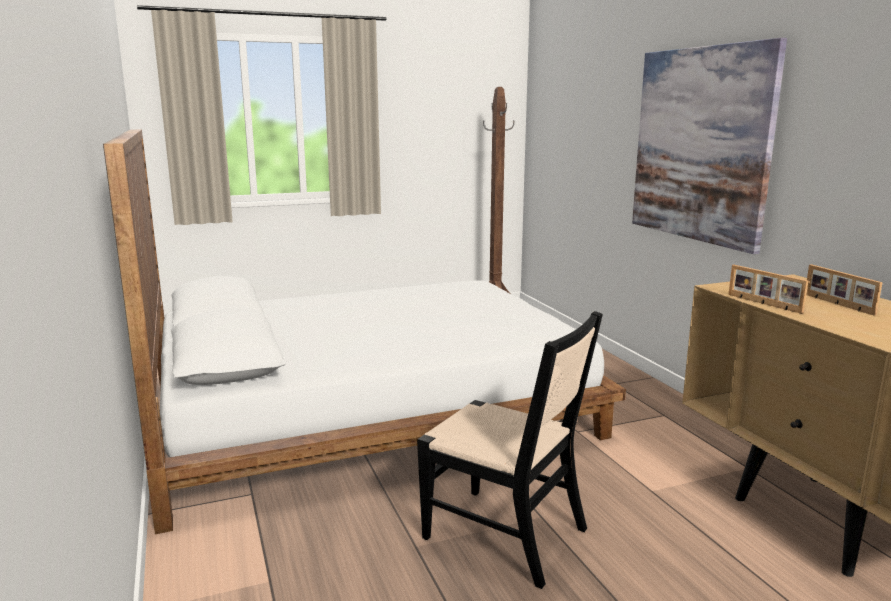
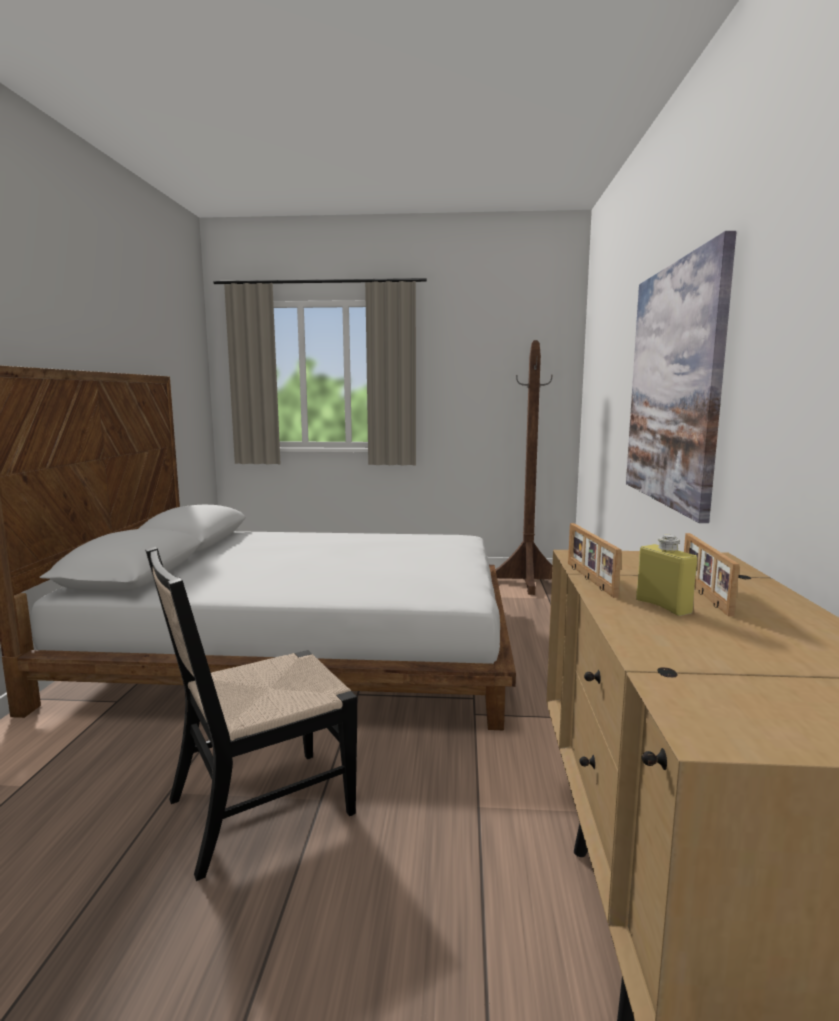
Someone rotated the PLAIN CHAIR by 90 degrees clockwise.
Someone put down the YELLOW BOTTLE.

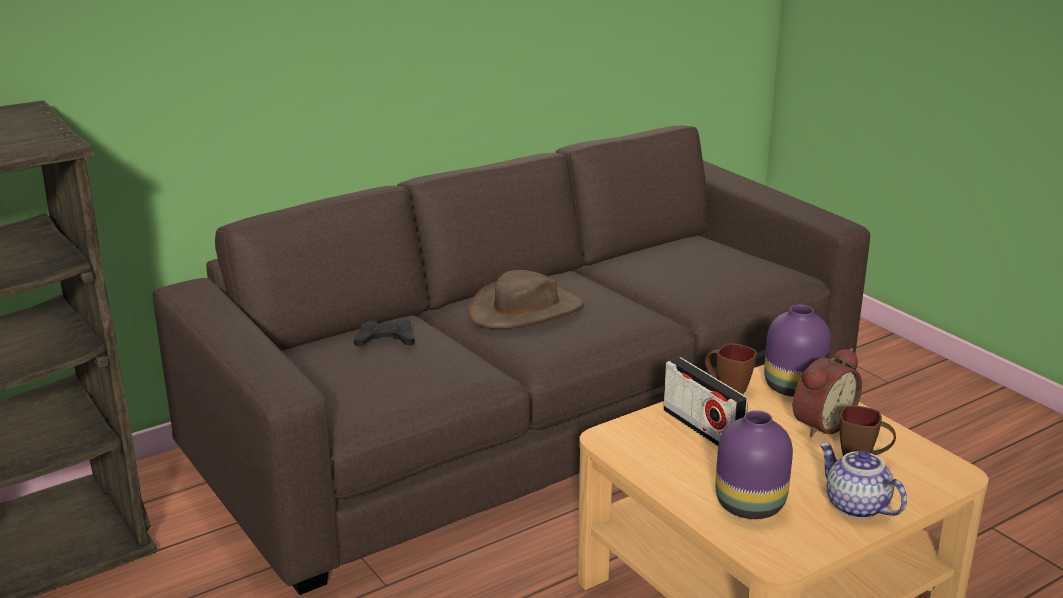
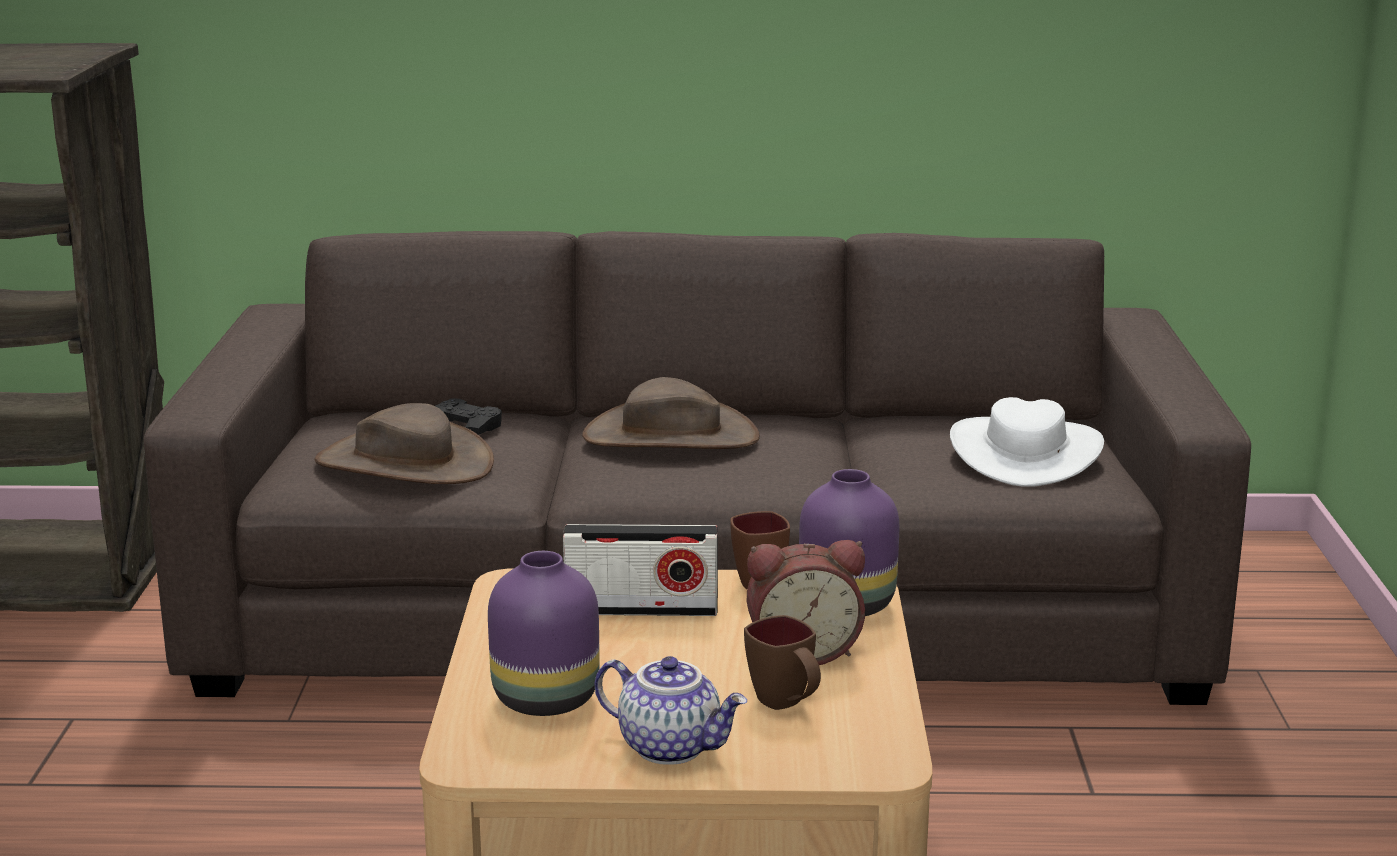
Someone rotated the RADIO RECEIVER by 90 degrees counterclockwise.
Someone rotated the TEA POT by 120 degrees clockwise.
Someone put down the BROWN-COLOURED WEARABLE HAT (no. 1 from left).
Someone put down the WHITISH WEARABLE HAT.

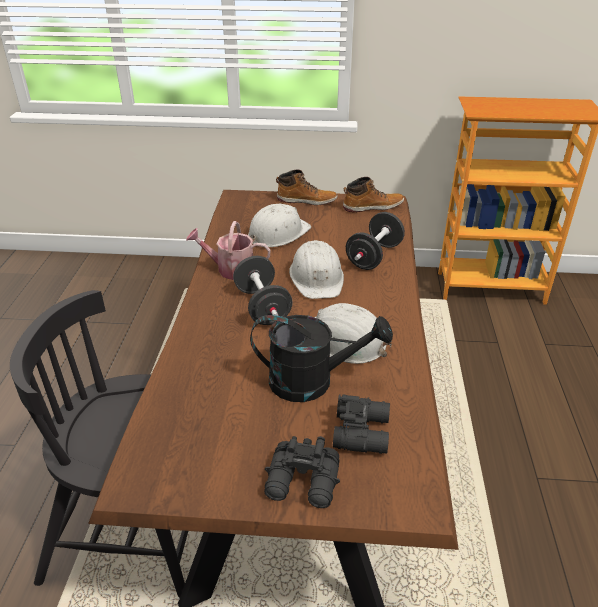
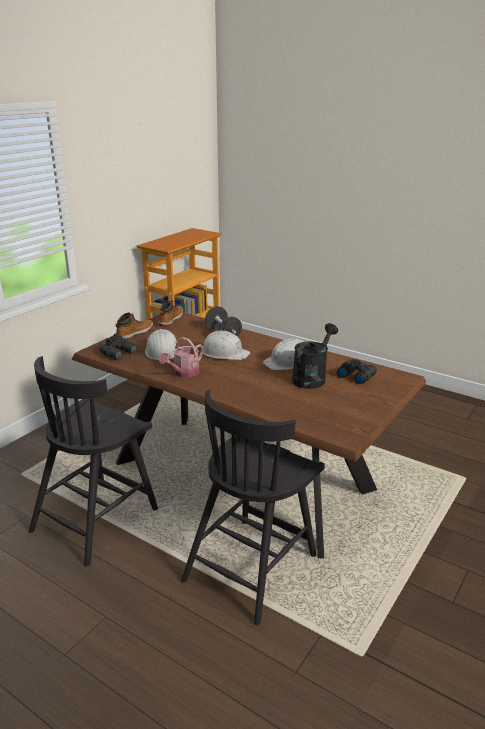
Someone took away the BLACK-COLOURED DUMBBELL (no. 1 from left).
Someone carried the BLACK-COLOURED BINOCULARS (no. 1 from left).
Someone put down the BLACK-COLOURED PLAIN CHAIR (no. 1 from left).

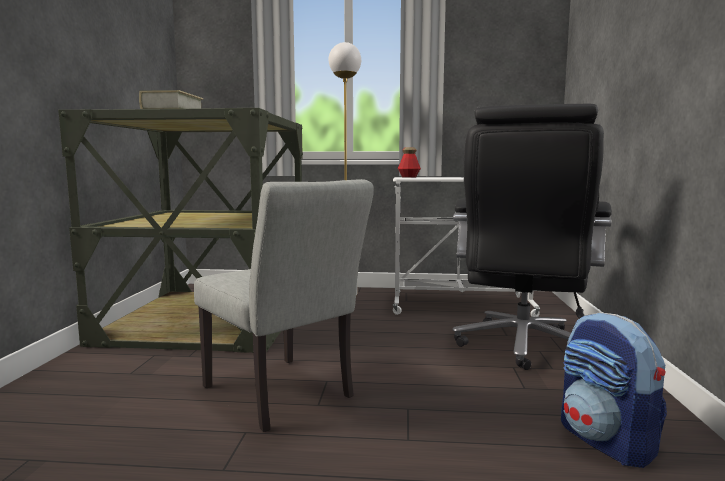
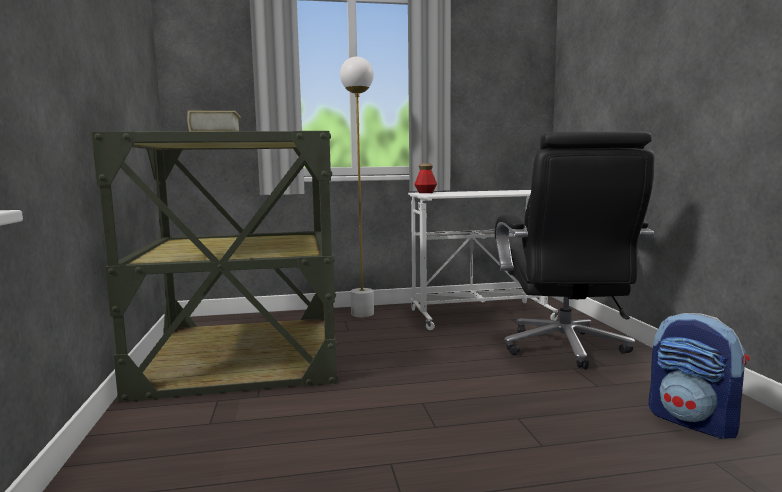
Someone took away the GRAY PLAIN CHAIR.

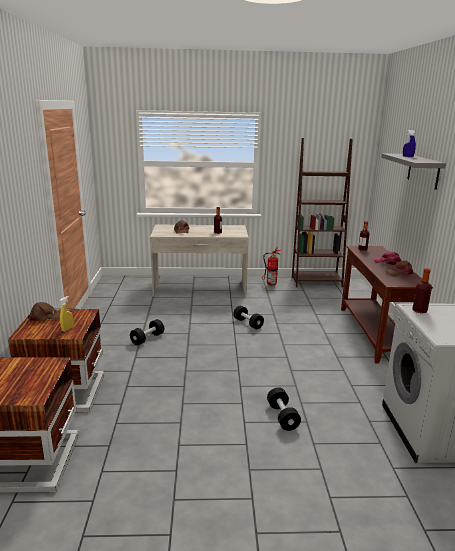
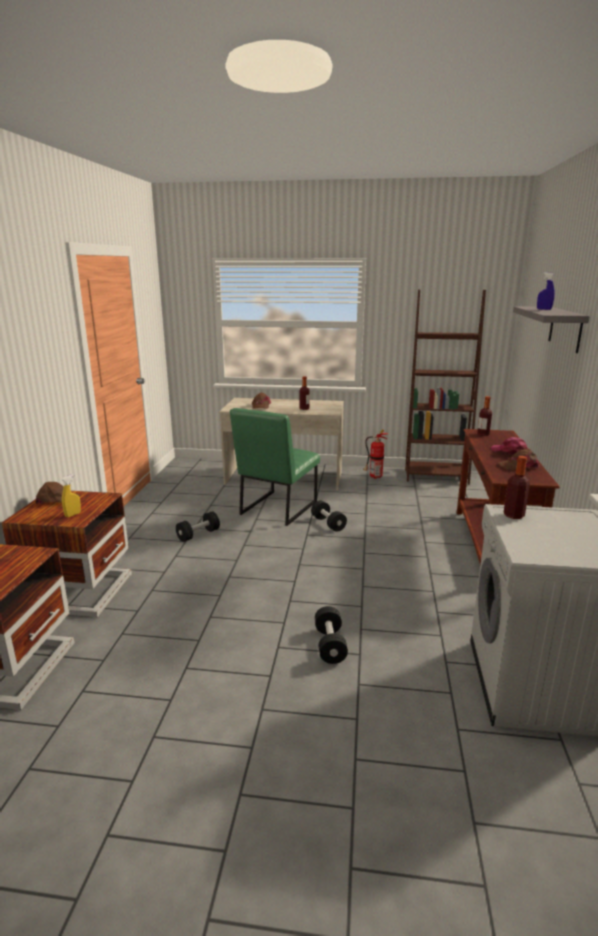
Someone put down the GREENISH PLAIN CHAIR.

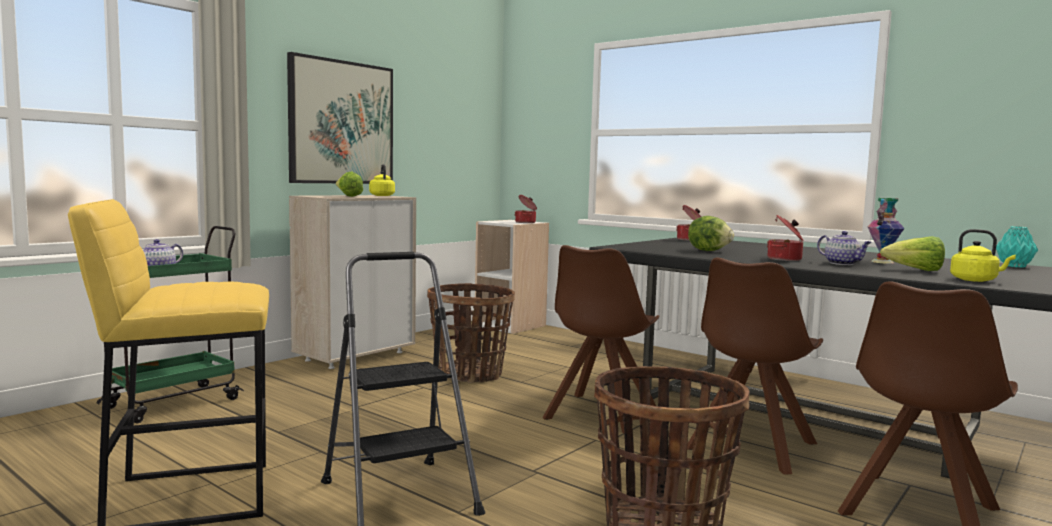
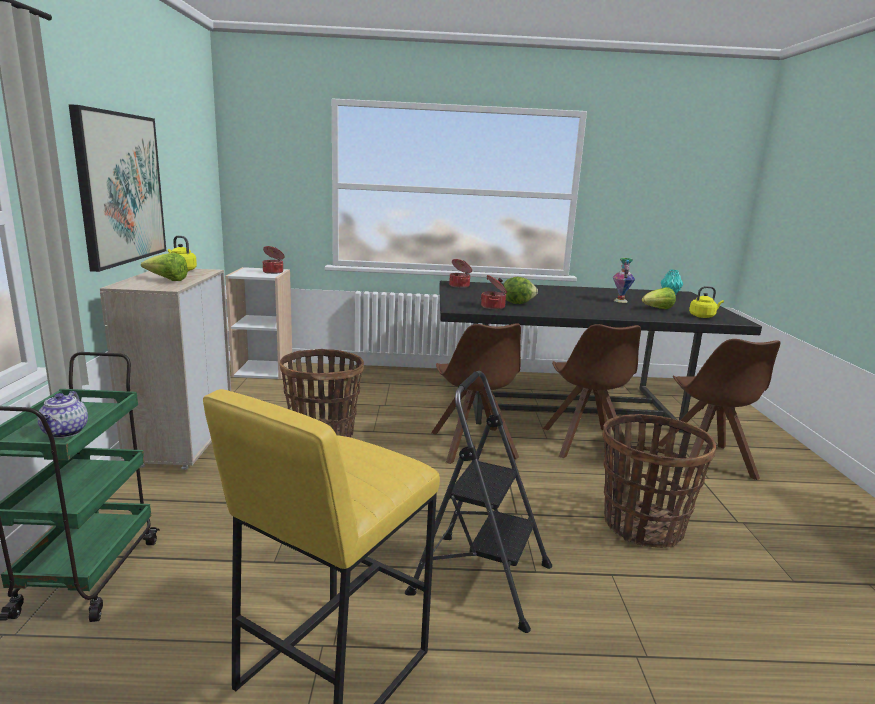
Someone carried the STOCKPOT (no. 3 from left).
Someone took away the TEA POT (no. 2 from left).

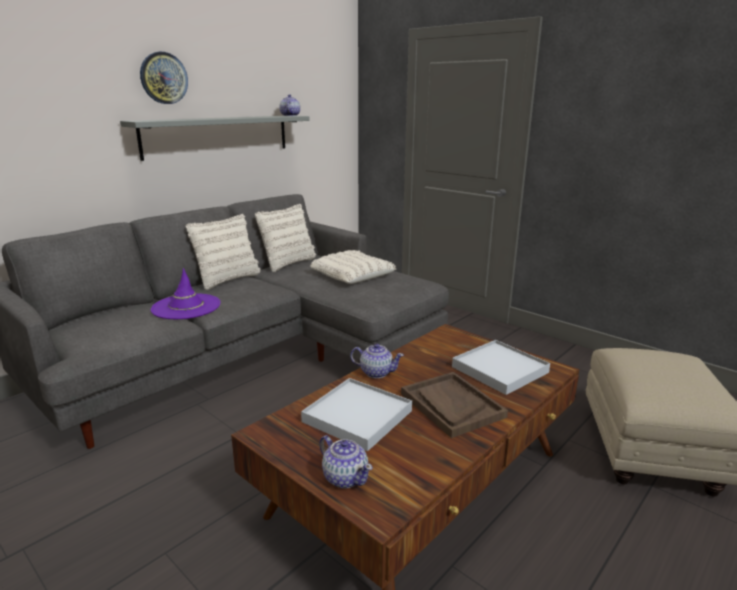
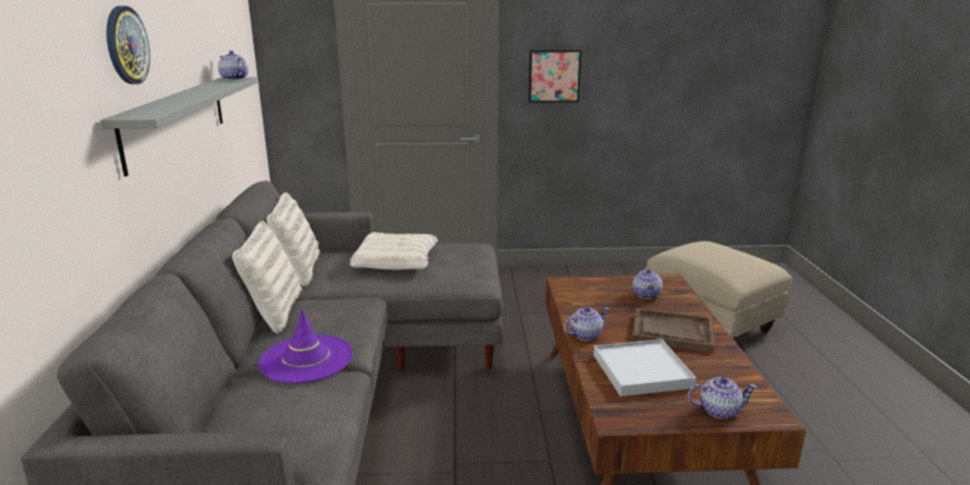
Someone swapped the WHITISH TRAY (no. 2 from left) for the TEA POT (no. 3 from left).
Someone put up the WALL PICTURE.

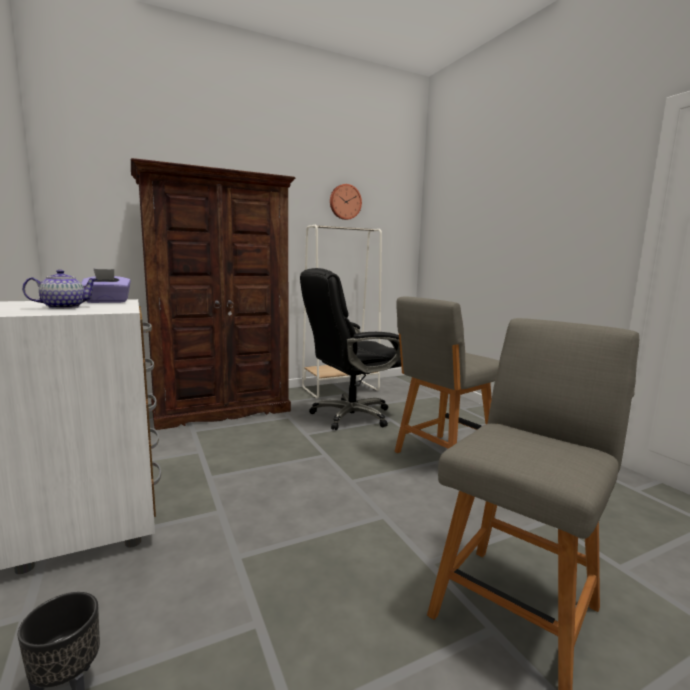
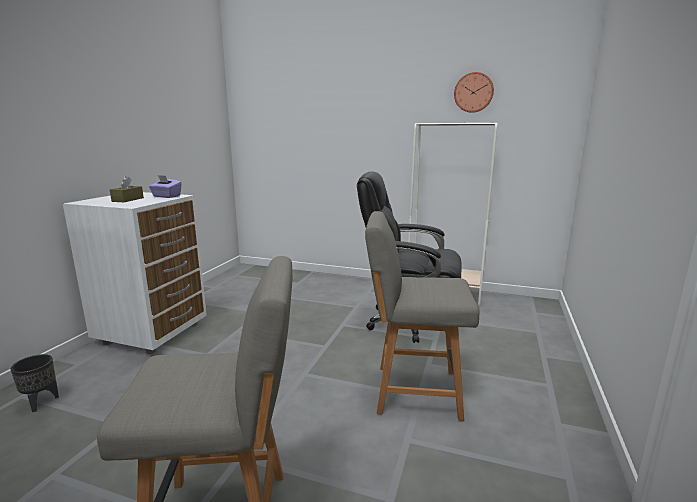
Someone swapped the TEA POT for the BROWN-COLOURED BOX OF TISSUES.
Someone took away the BROWN-COLOURED ARMOIRE.

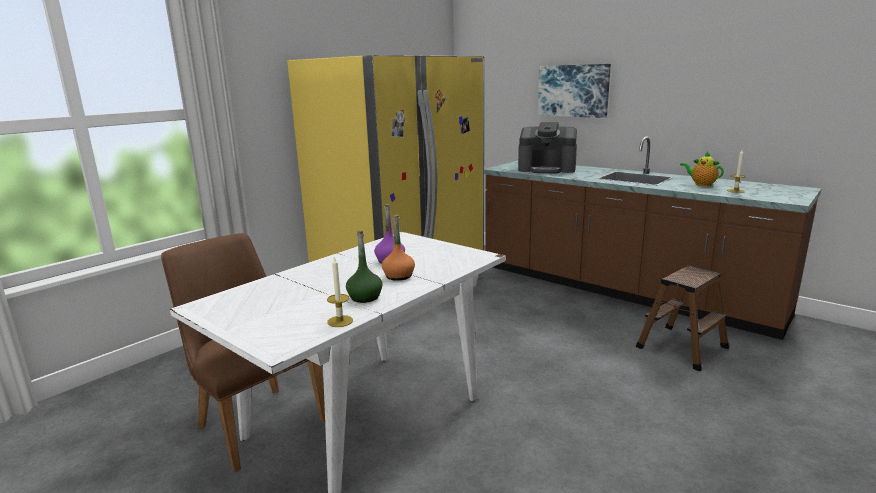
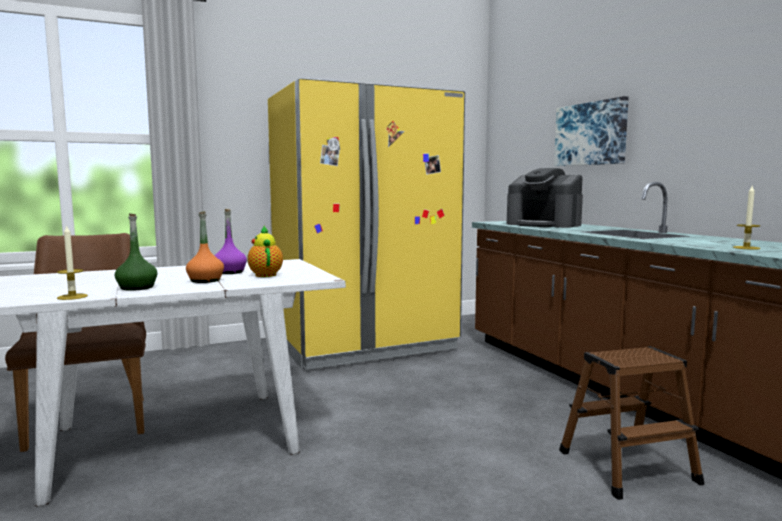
Someone carried the TEA POT.

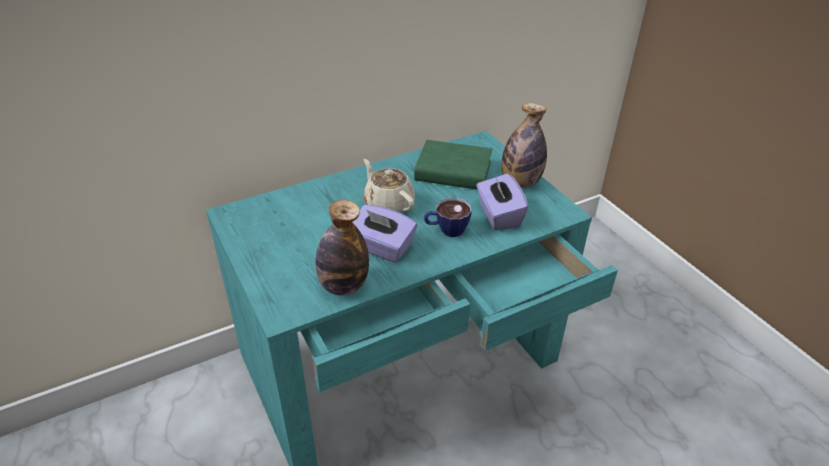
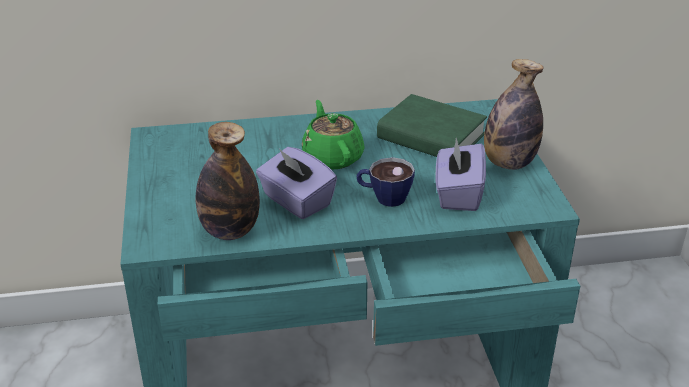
Someone repainted the BEIGE-COLOURED TEA POT, which became the GREENISH TEA POT.

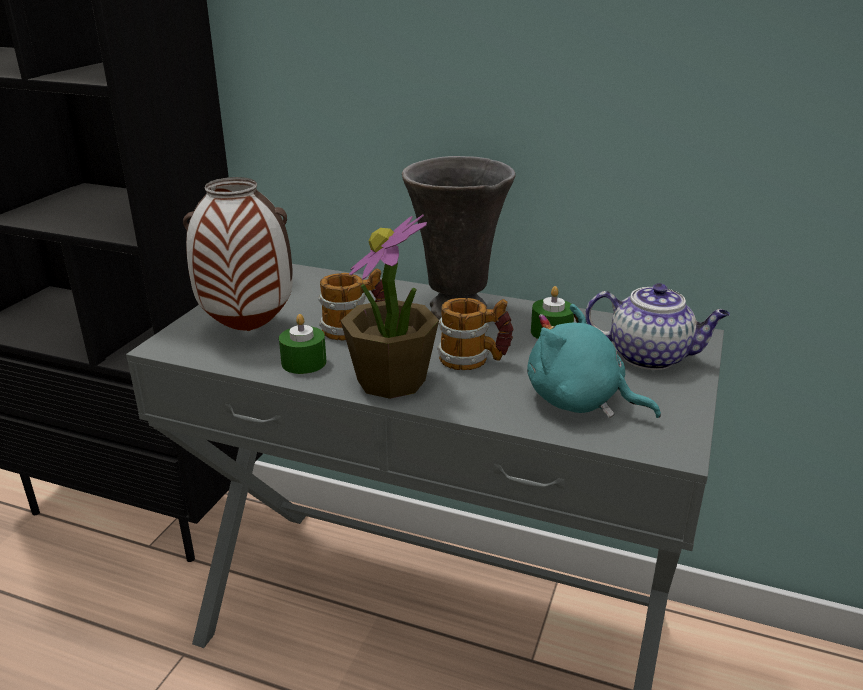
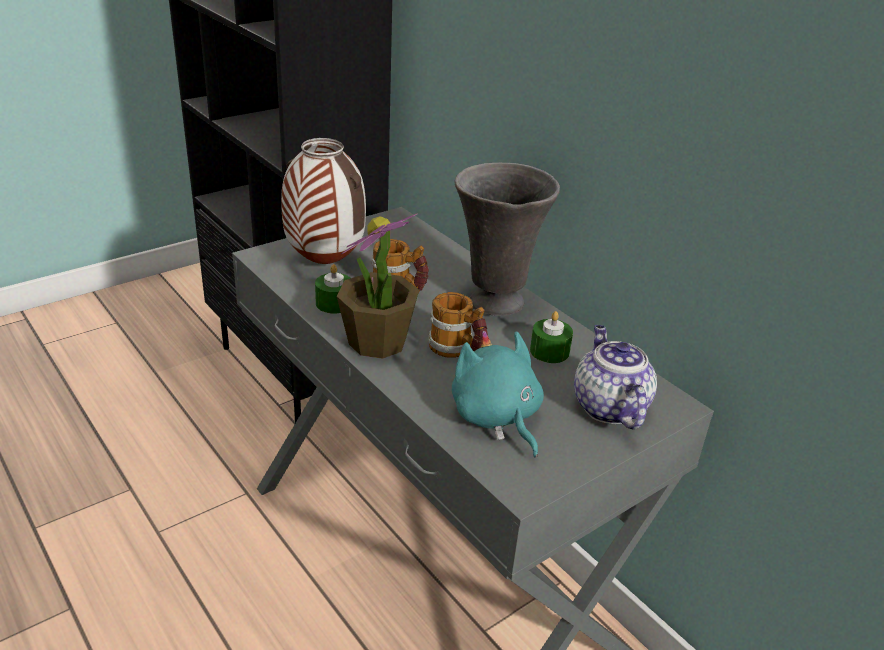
Someone rotated the TEA POT by 150 degrees counterclockwise.

